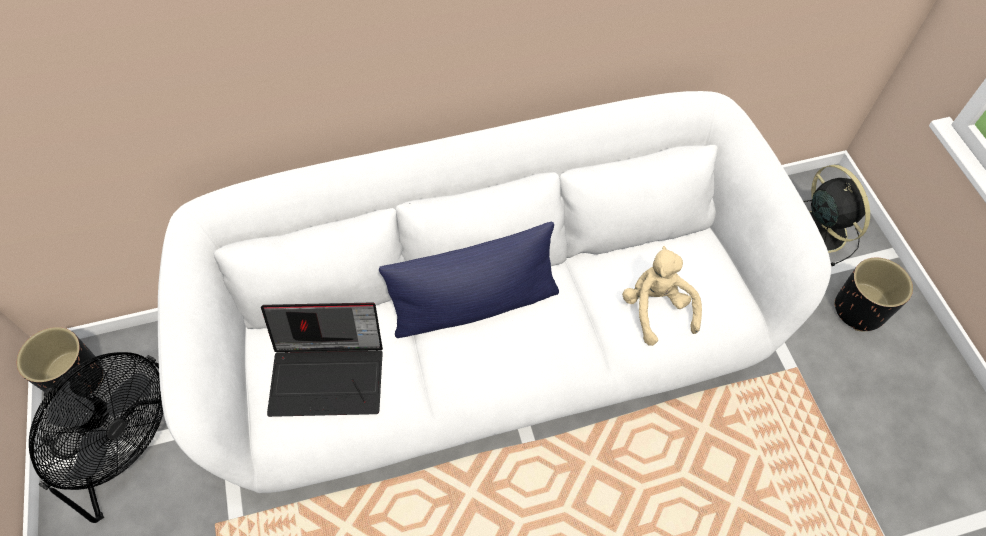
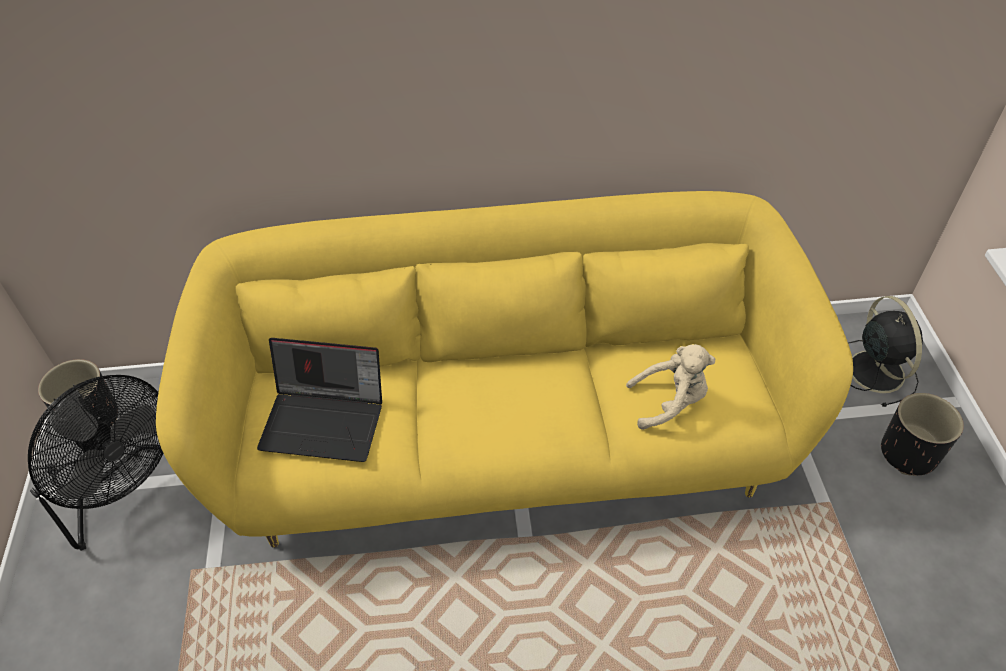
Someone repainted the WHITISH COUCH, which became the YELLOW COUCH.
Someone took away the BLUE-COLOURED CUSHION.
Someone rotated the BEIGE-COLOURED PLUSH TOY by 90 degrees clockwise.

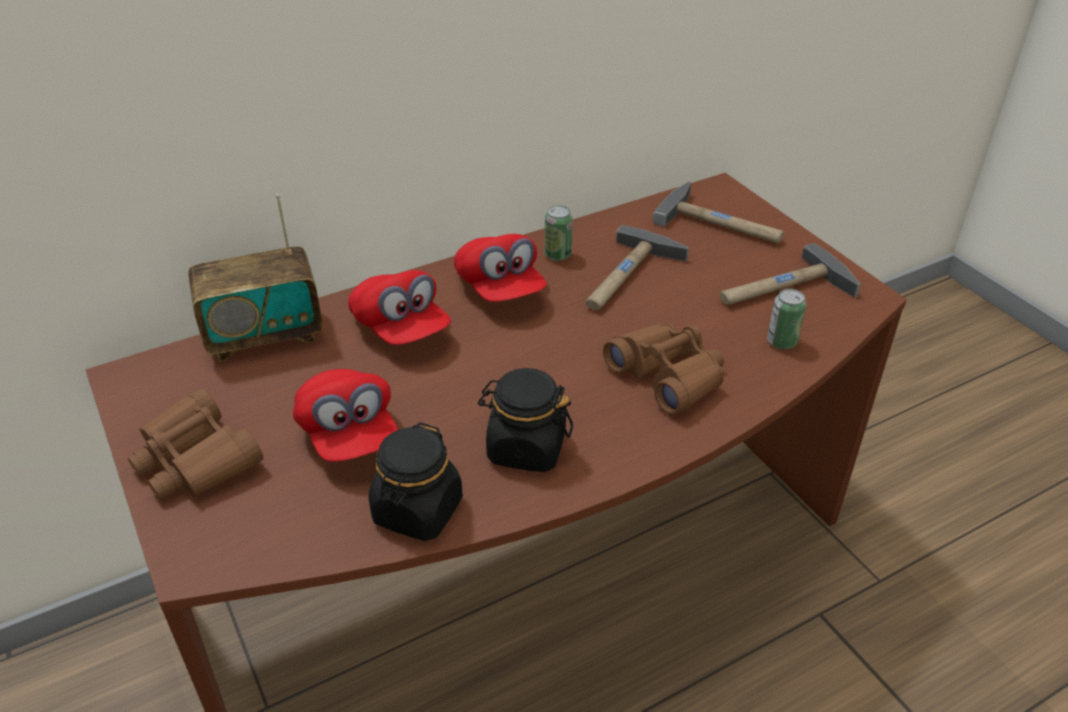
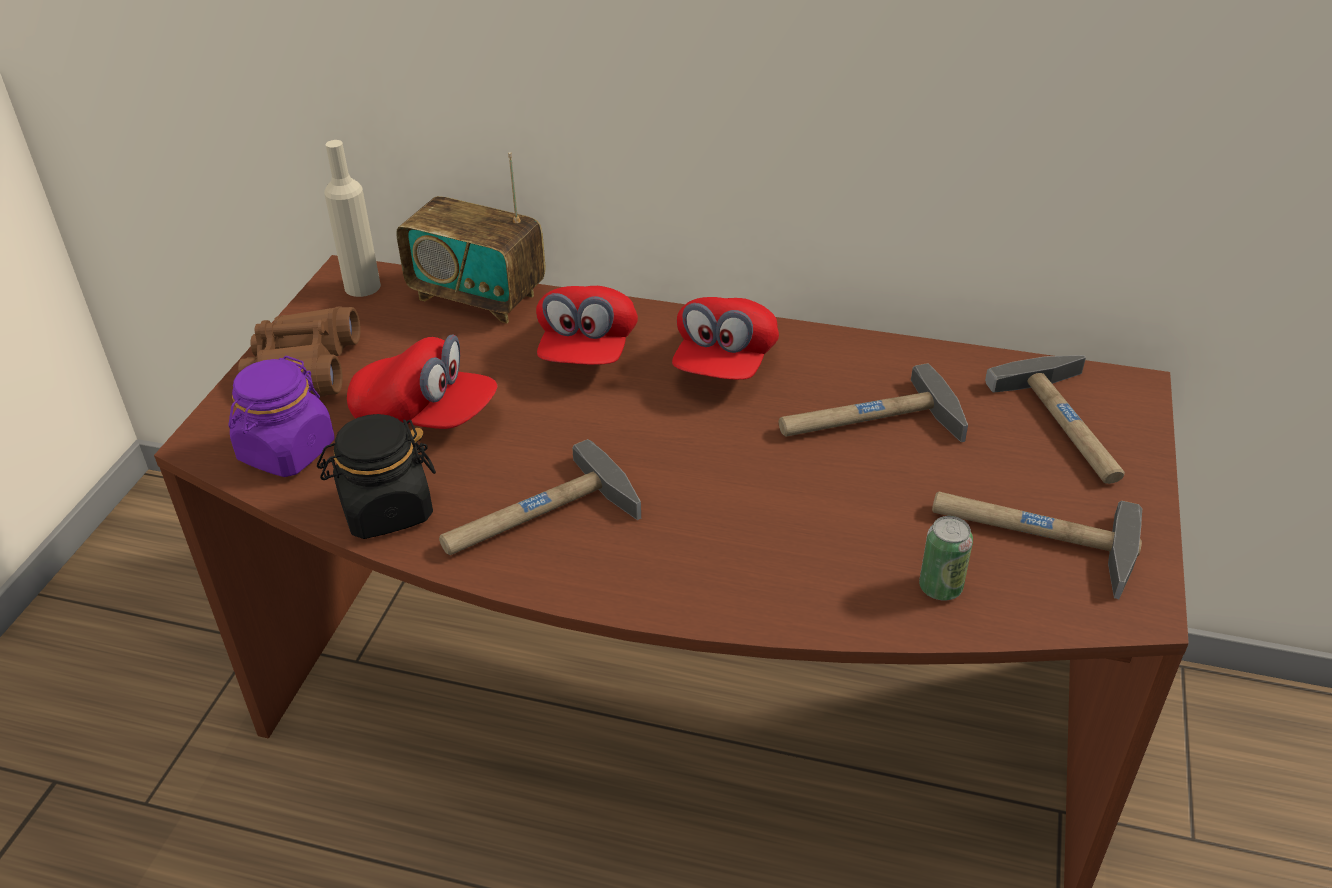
Someone rotated the RED PEAKED CAP (no. 1 from left) by 90 degrees counterclockwise.
Someone swapped the BLACK-COLOURED PRESERVE JAR (no. 2 from left) for the HAMMER (no. 1 from left).
Someone took away the SEALED CAN (no. 1 from left).
Someone took away the BROWN-COLOURED BINOCULARS (no. 2 from left).
Someone put down the PURPLE PRESERVE JAR.
Someone put down the BEIGE-COLOURED BOTTLE.

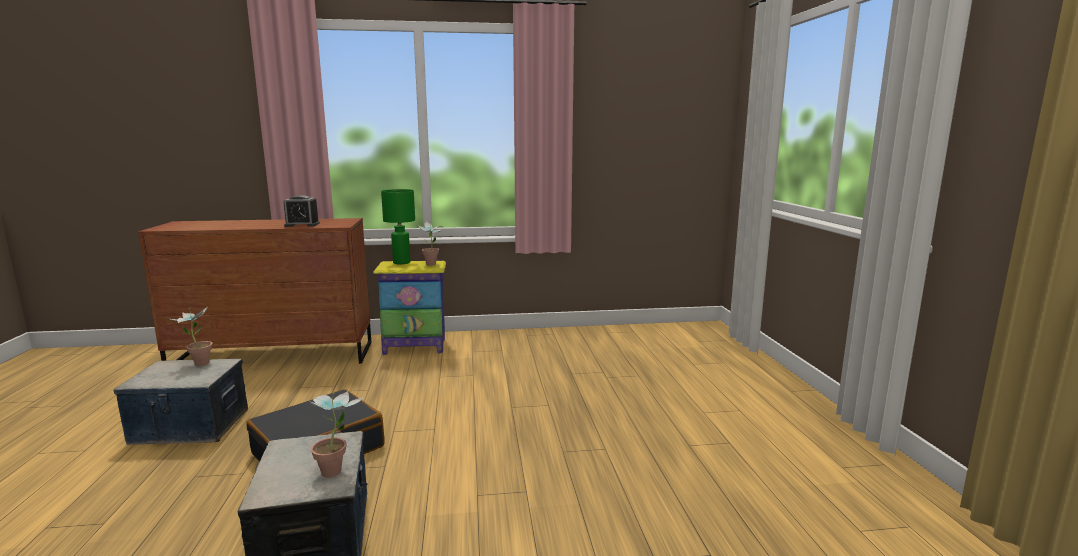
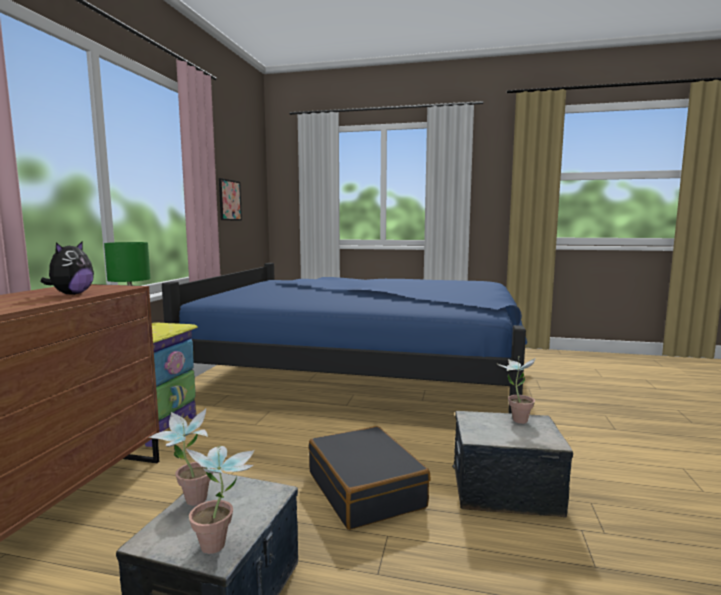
Someone swapped the TABLE CLOCK for the PLUSH TOY.
Someone carried the PLANT IN A POT (no. 3 from left in the first image).
Someone put down the BLUE-COLOURED SLEEPING BED.
Someone put up the WALL PICTURE.

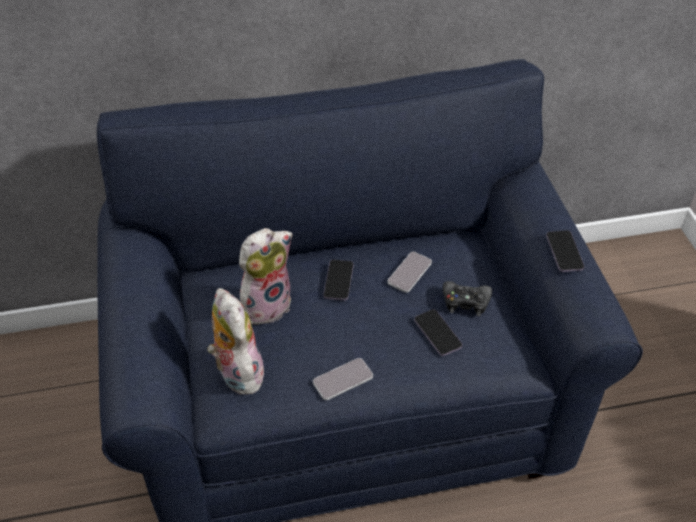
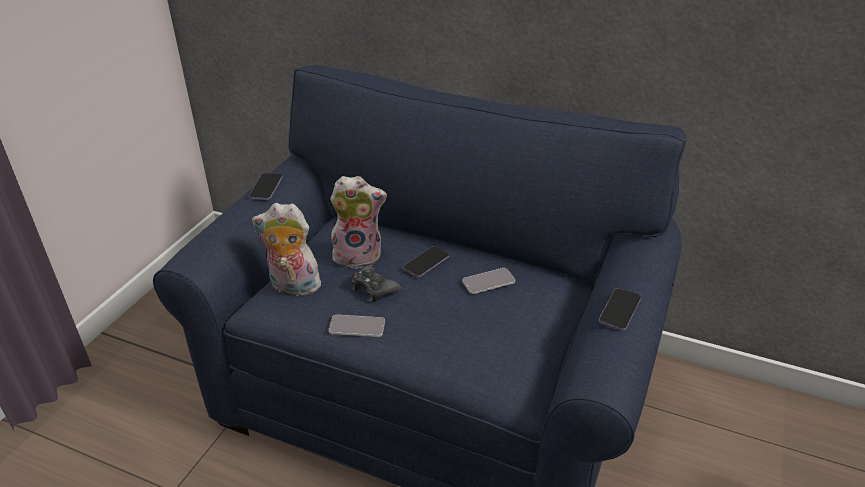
Someone rotated the PLUSH TOY (no. 1 from left) by 90 degrees counterclockwise.
Someone carried the TELEPHONE (no. 4 from left in the first image).
Someone carried the BLACK-COLOURED JOYPAD.

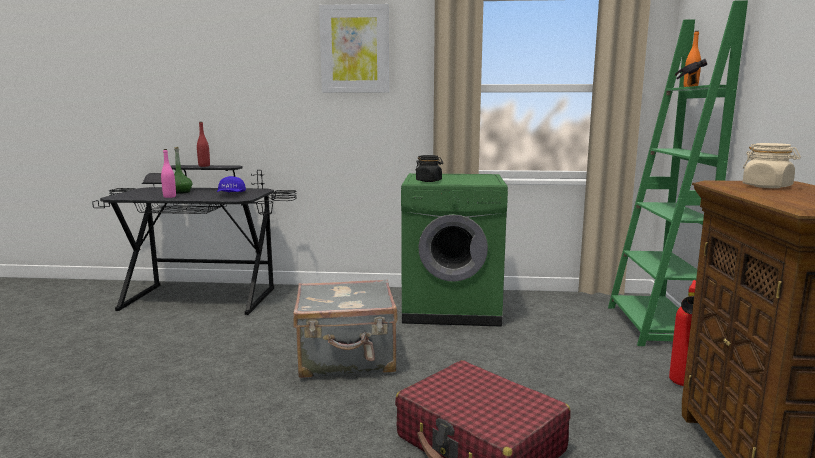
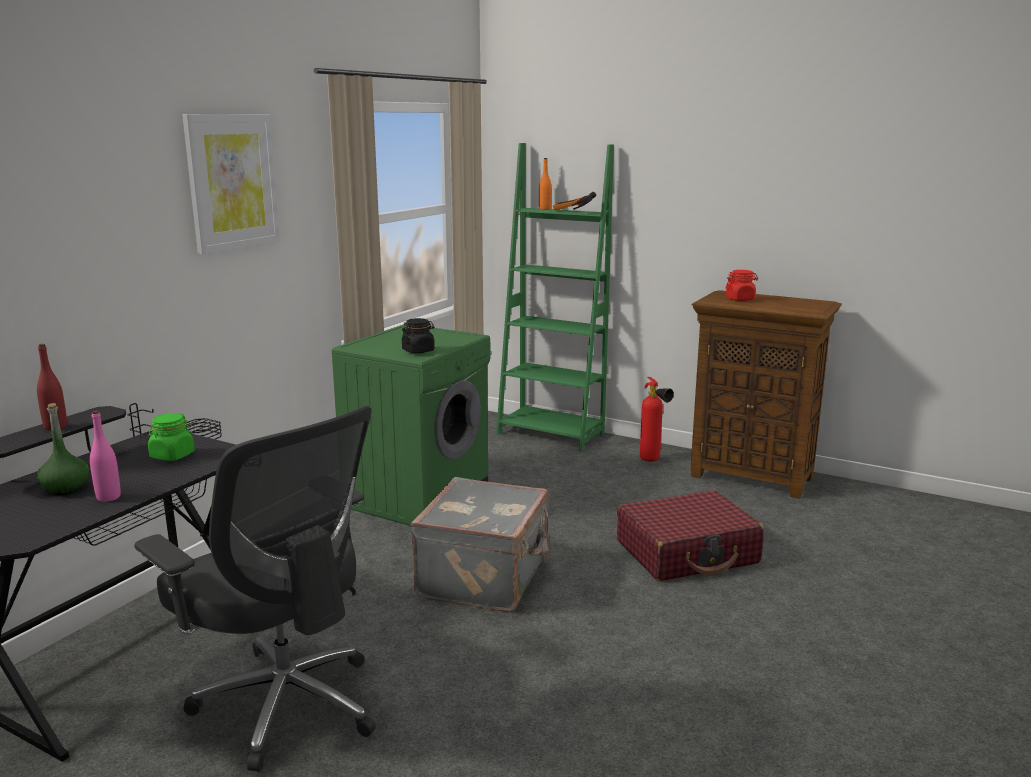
Someone swapped the BLUE-COLOURED PEAKED CAP for the GREENISH PRESERVE JAR.
Someone repainted the BEIGE-COLOURED PRESERVE JAR, which became the RED PRESERVE JAR.
Someone put down the DESK CHAIR.

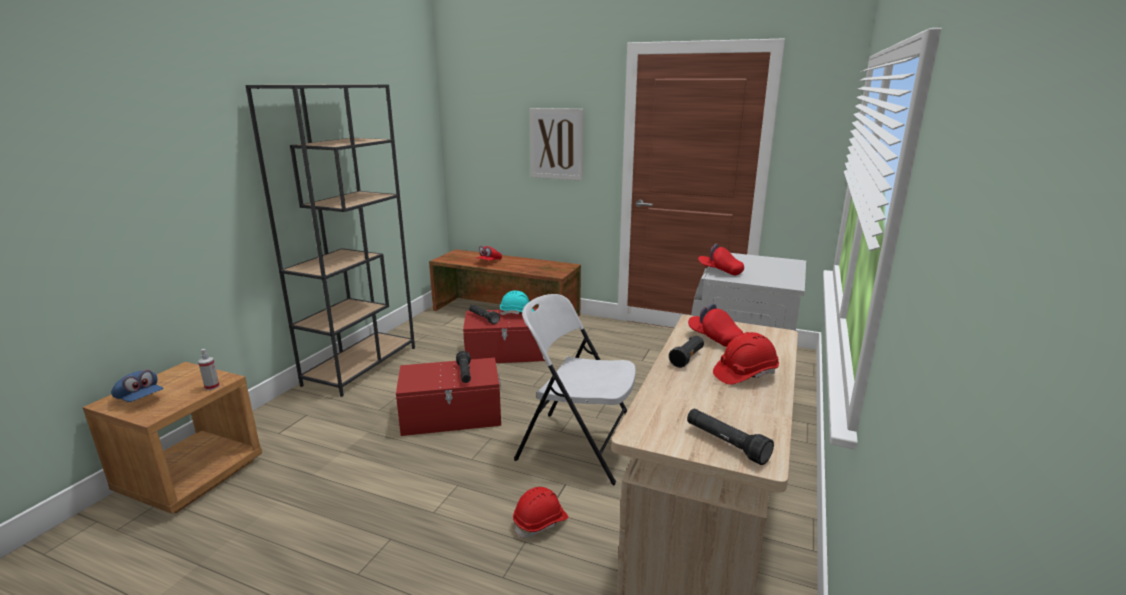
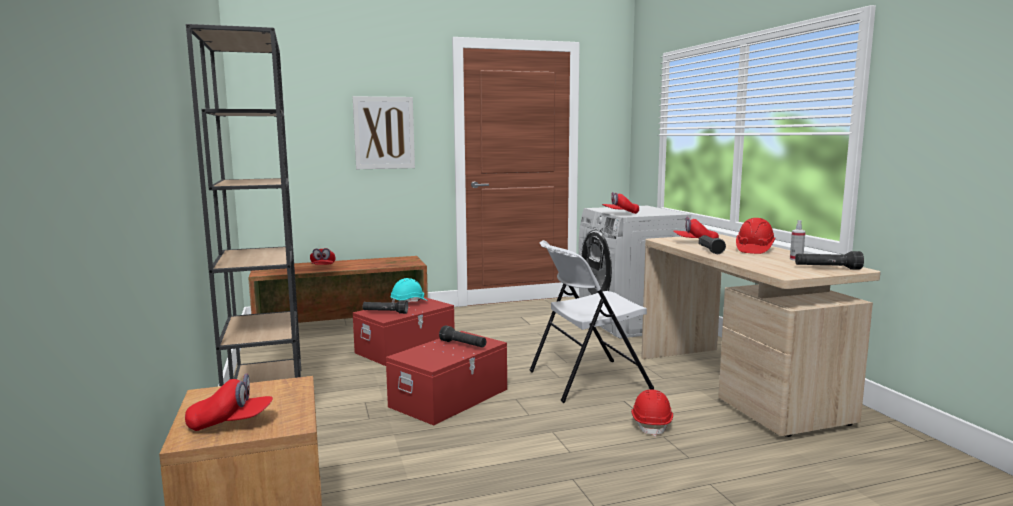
Someone repainted the BLUE-COLOURED PEAKED CAP, which became the RED PEAKED CAP (no. 1 from left).
Someone carried the SPRAY BOTTLE.

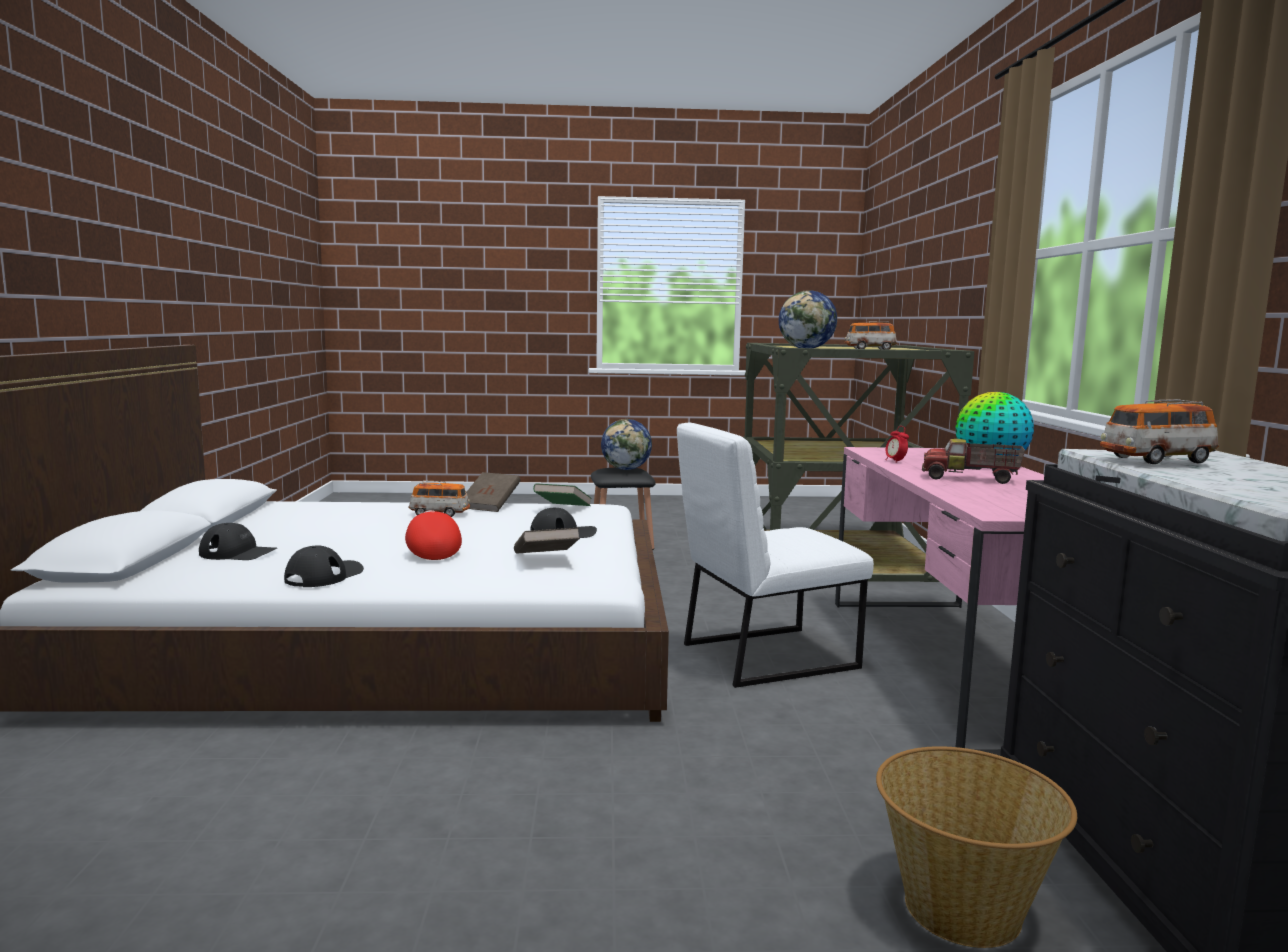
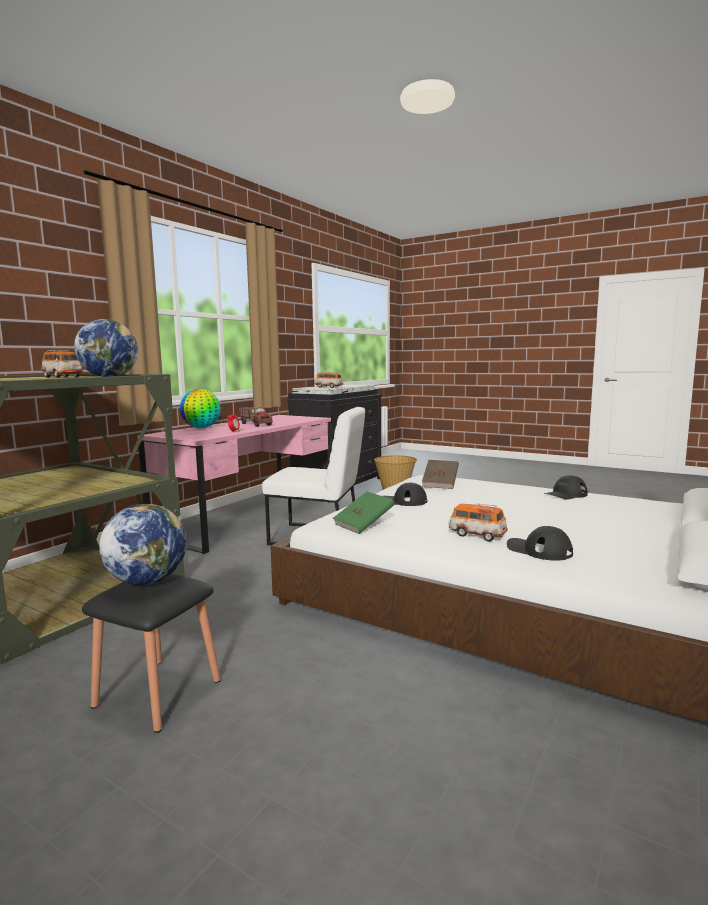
Someone carried the BLACK-COLOURED PEAKED CAP (no. 1 from left in the first image).
Someone took away the RED PEAKED CAP.
Someone took away the BROWN-COLOURED BOUND BOOK (no. 1 from left).

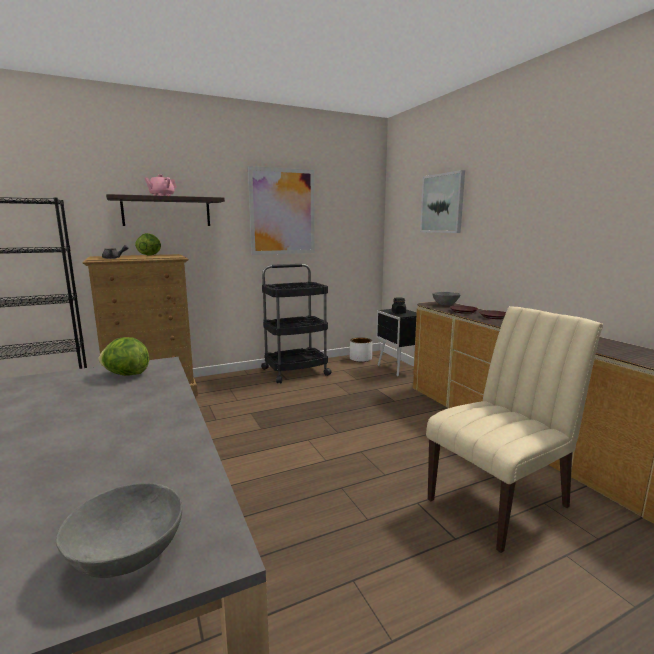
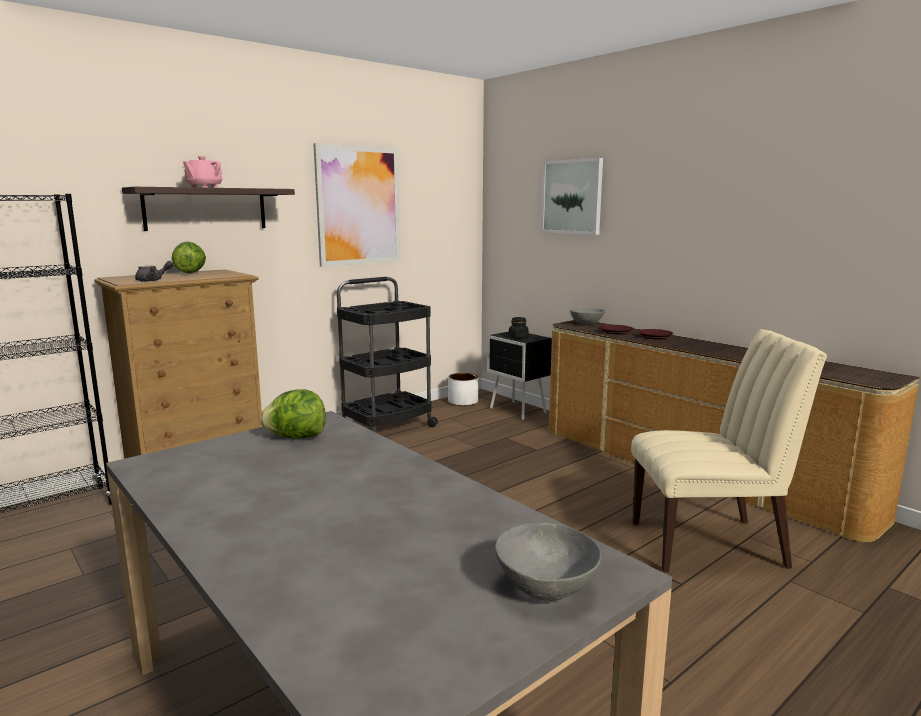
Someone rotated the BEIGE-COLOURED PLAIN CHAIR by 45 degrees clockwise.

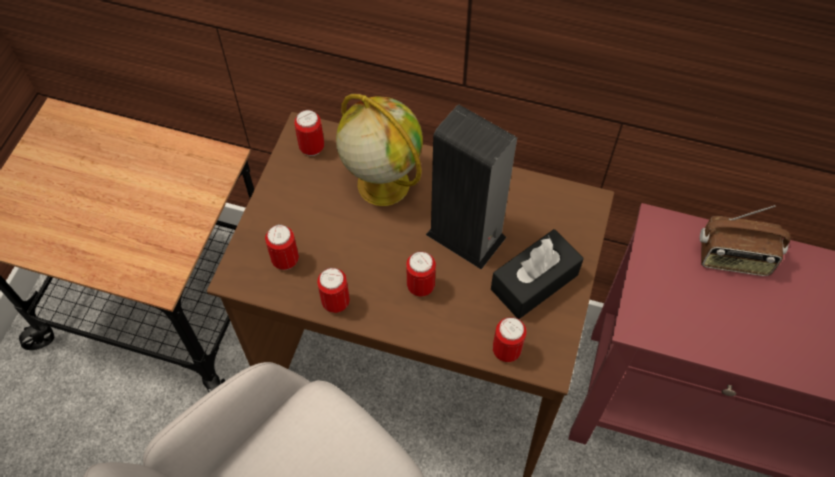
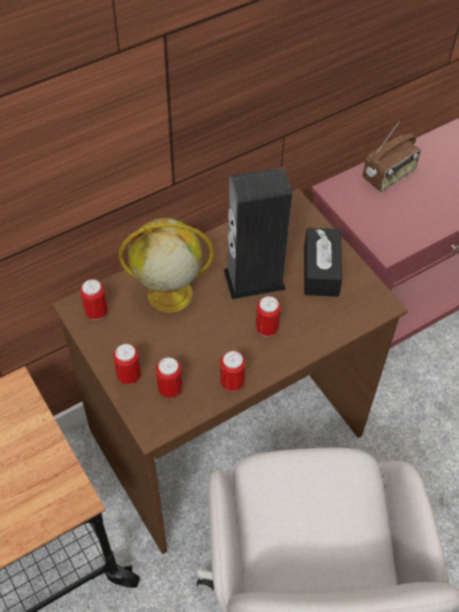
Someone carried the SEALED CAN (no. 5 from left in the first image).

